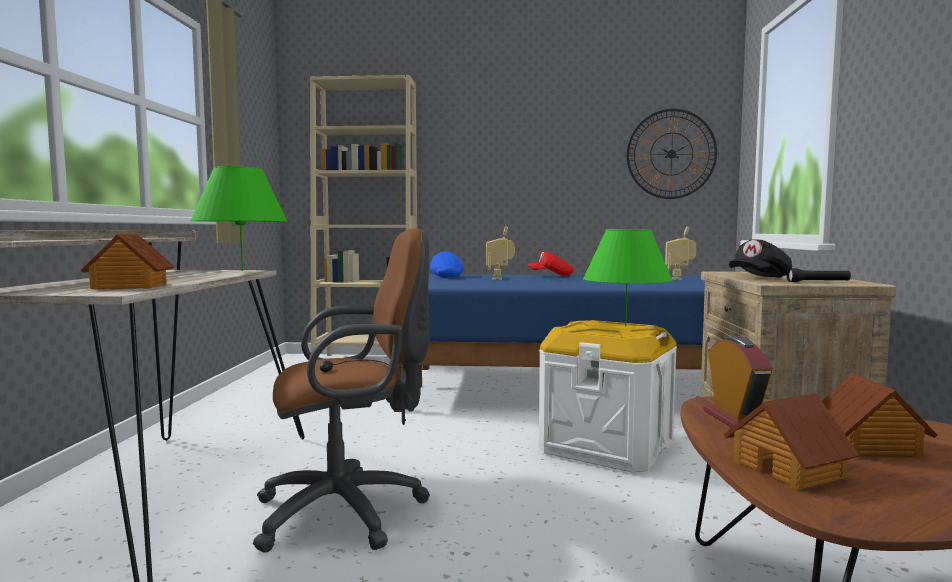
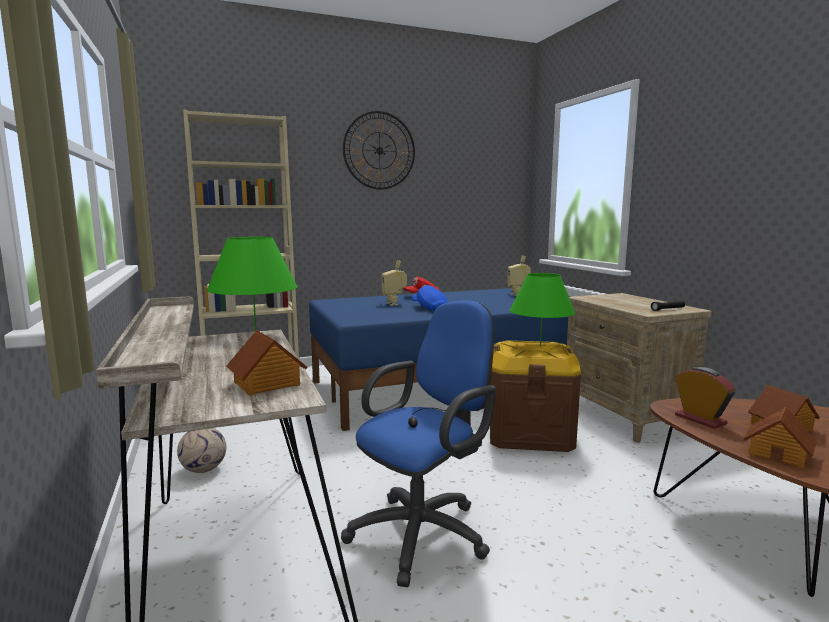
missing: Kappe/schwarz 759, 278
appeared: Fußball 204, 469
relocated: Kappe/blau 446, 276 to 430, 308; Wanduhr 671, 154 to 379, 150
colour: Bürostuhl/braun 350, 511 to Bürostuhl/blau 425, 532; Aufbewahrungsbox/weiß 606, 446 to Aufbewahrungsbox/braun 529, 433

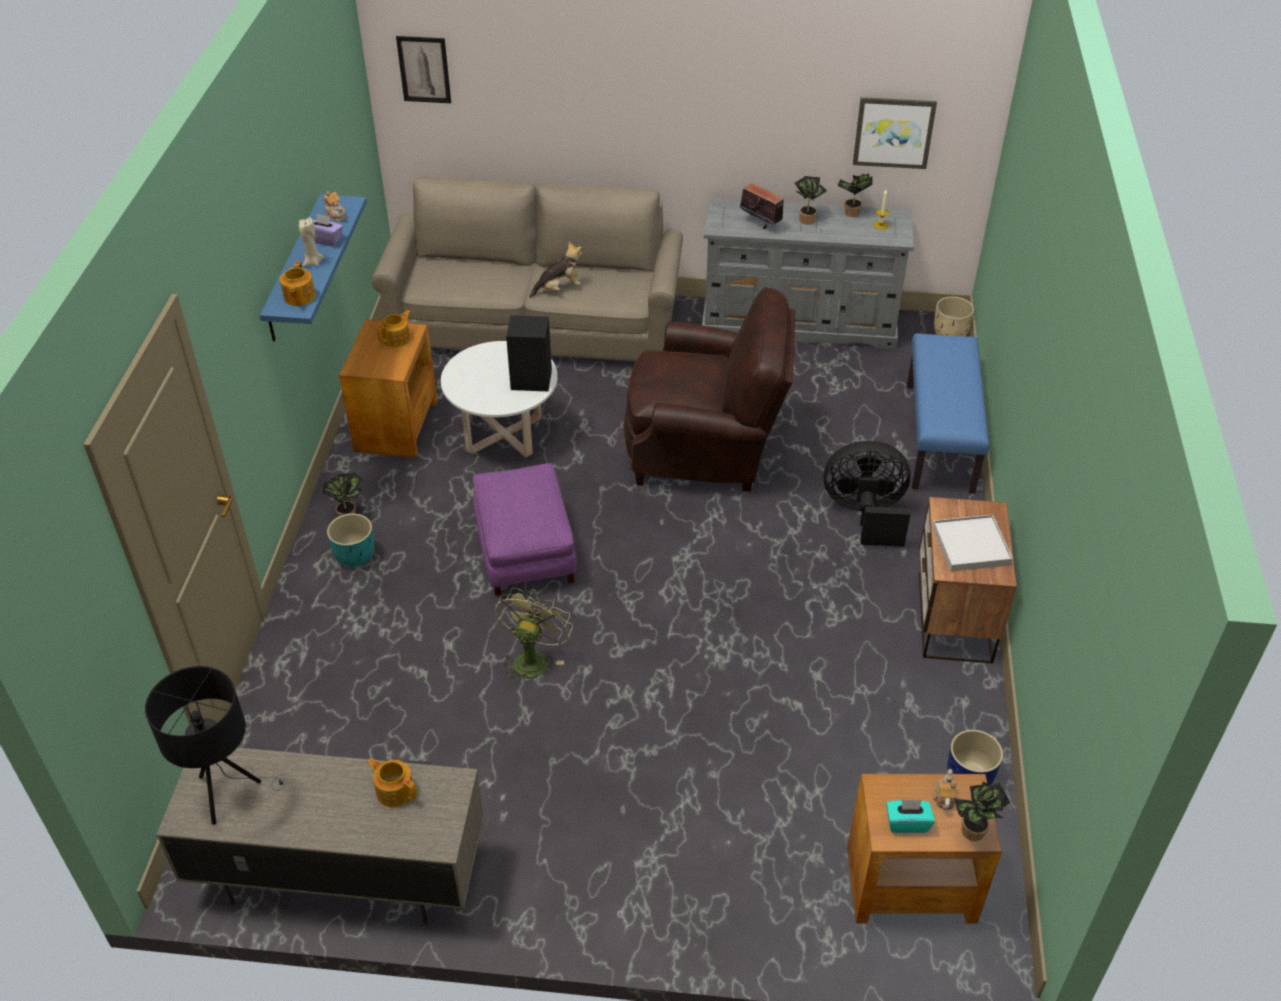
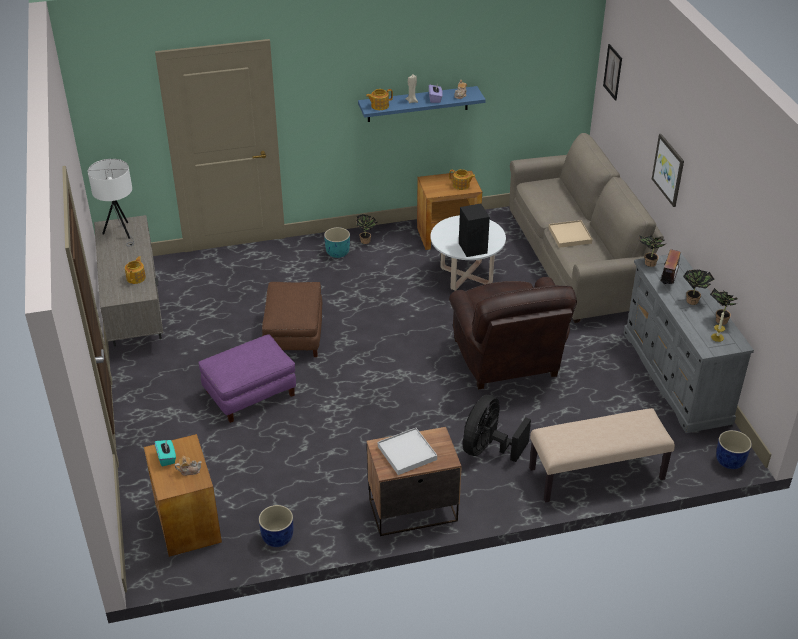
relocated: Polsterhocker/lila 524, 551 to 250, 393; Bild 893, 132 to 669, 170; Topfpflanze 972, 834 to 648, 263
exchanged: Ventilator/grün 532, 658 to Polsterhocker/braun 293, 334; Plüschtier 558, 289 to Tablett/beige 569, 235
colour: Tischlampe/schwarz 229, 794 to Tischlampe/weiß 120, 233; Bank/blau 940, 438 to Bank/beige 596, 474; Pflanzkübel/beige 950, 333 to Pflanzkübel/blau 730, 461
spun: Ventilator/schwarz 865, 515 = 488, 449 135 degrees counterclockwise

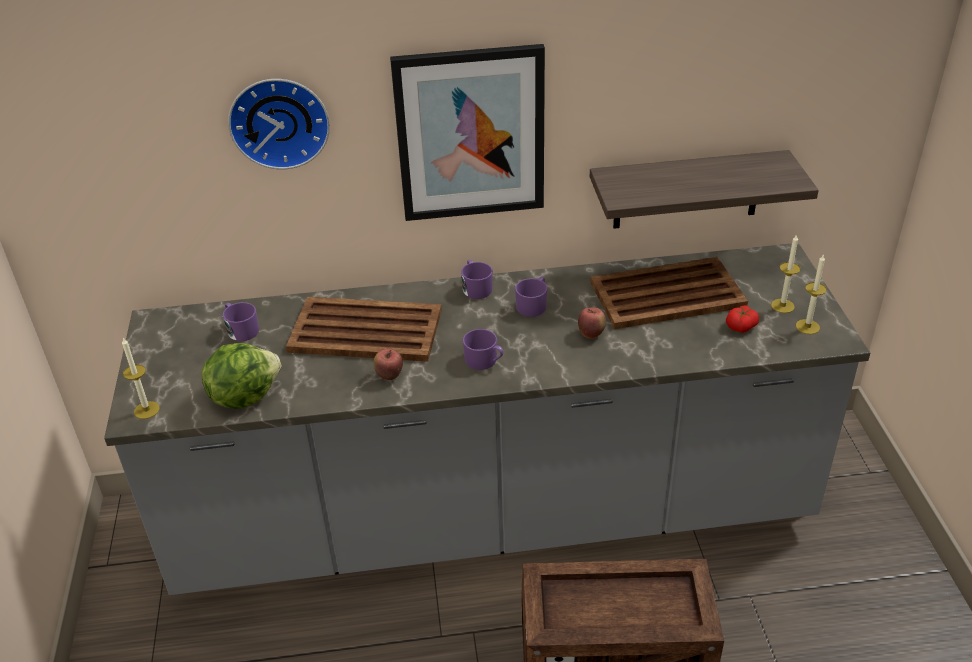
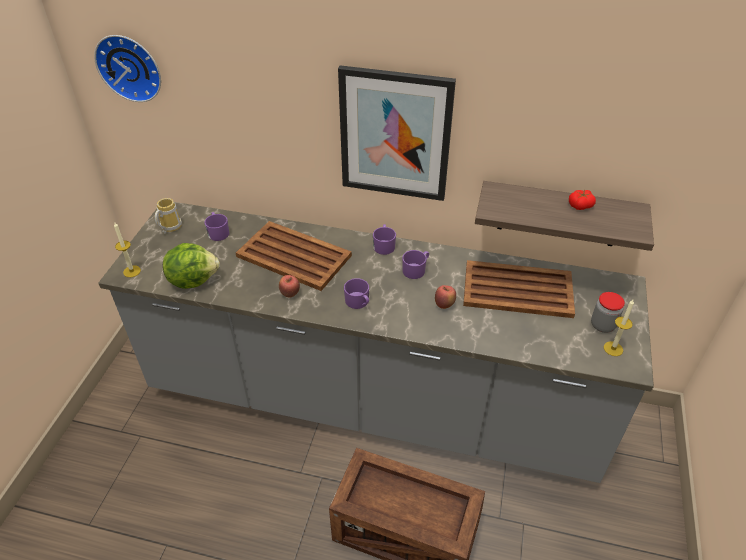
appeared: Henkelbecher 168, 227
relocated: Wanduhr 279, 121 to 130, 66; Tomate 741, 326 to 580, 205
exchanged: Kerze 782, 306 to Vorratsglas 602, 325

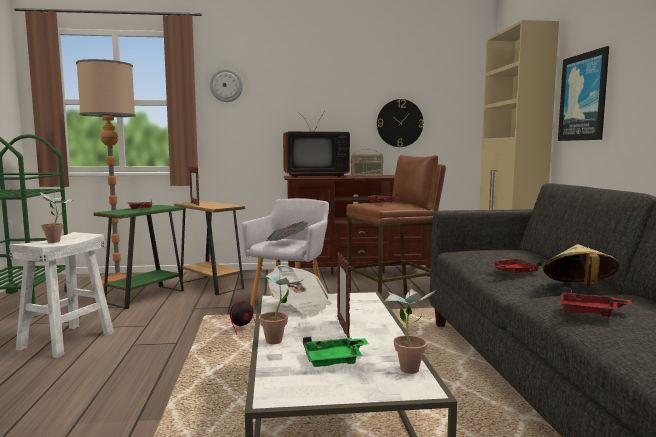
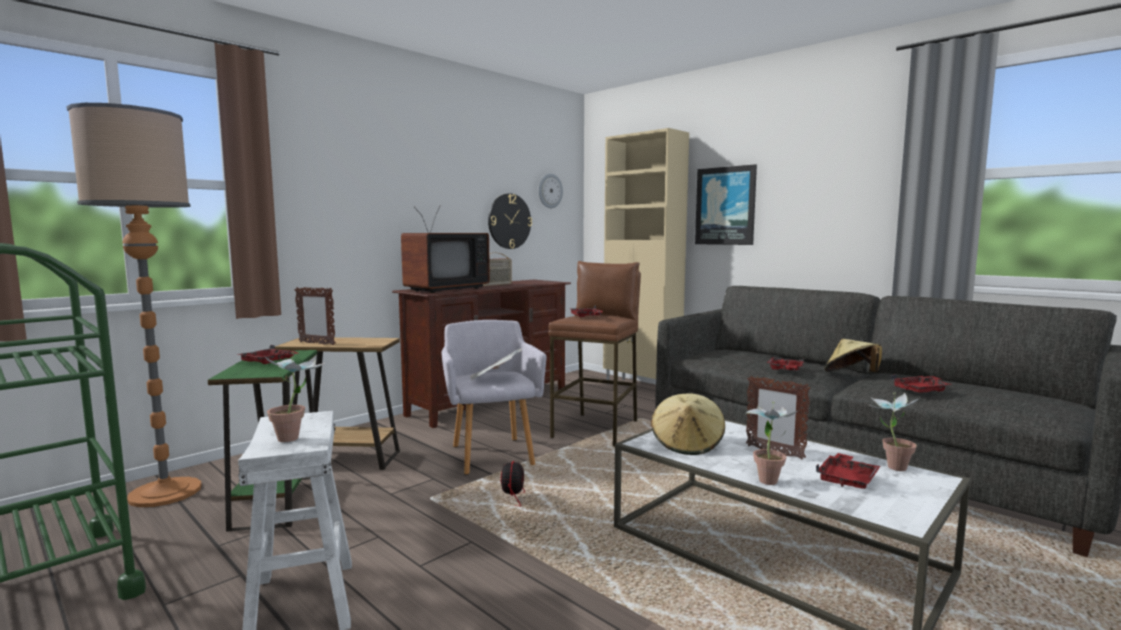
relocated: Wanduhr 226, 85 to 549, 191
exchanged: Zeitung 299, 307 to Hut/beige 687, 444
colour: Tablett/grün 334, 360 to Tablett/rot 847, 479

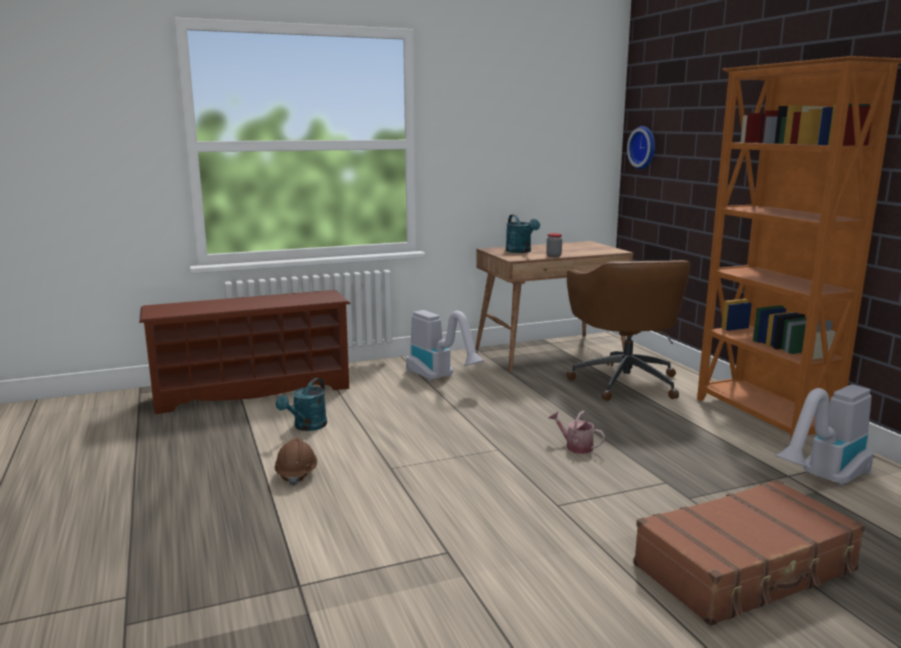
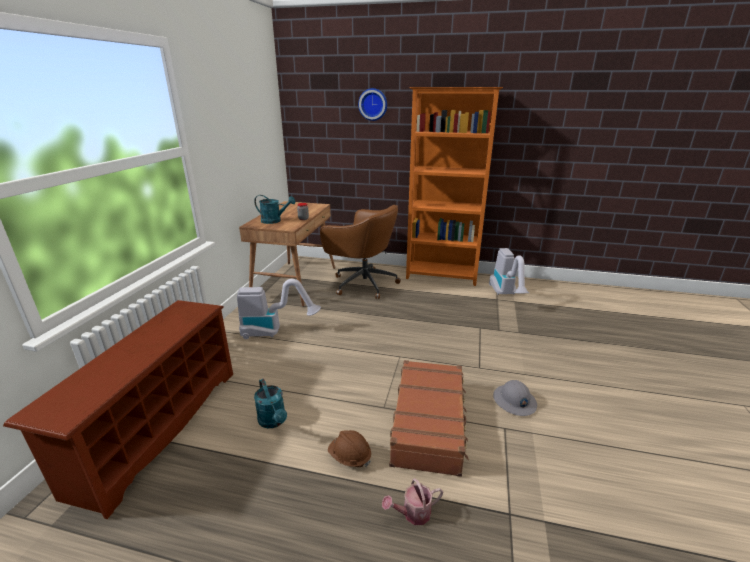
appeared: Schutzhelm/grau 514, 401
relocated: Gießkanne 575, 446 to 412, 513; Wanduhr 644, 147 to 373, 104; Koffer/braun 746, 569 to 429, 423

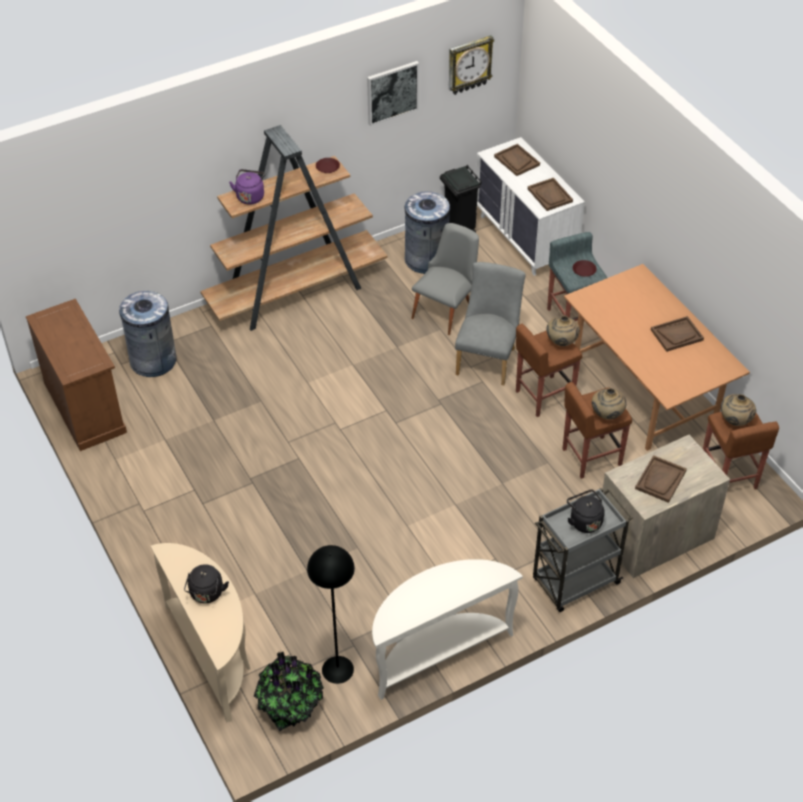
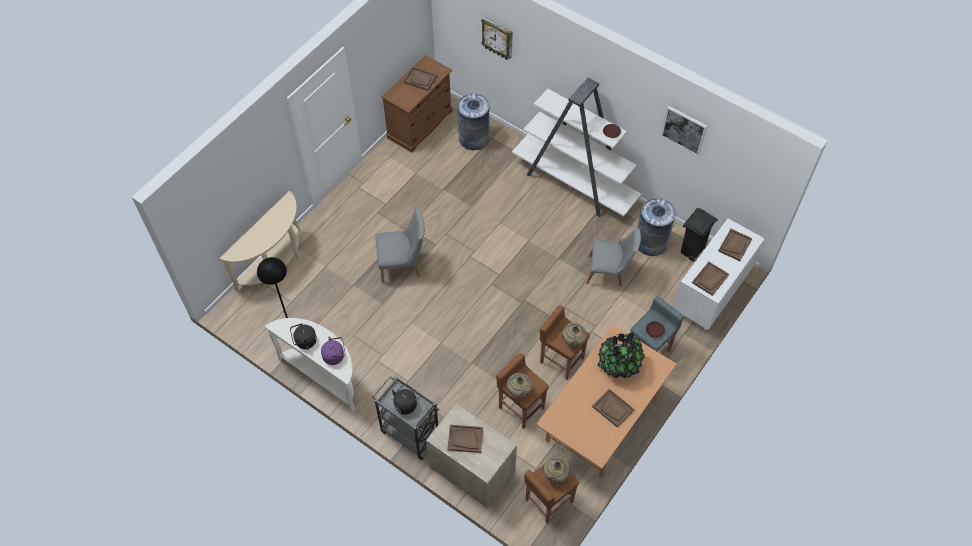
appeared: Tablett/braun 420, 79
relocated: Wasserkessel/schwarz 206, 594 to 304, 342; Wasserkessel/lila 250, 196 to 335, 356; Topfpflanze 290, 705 to 619, 364; Wanduhr 469, 64 to 498, 38; Stuhl/grau 488, 358 to 403, 265
colour: Bücherregal/braun 296, 292 to Bücherregal/weiß 574, 184

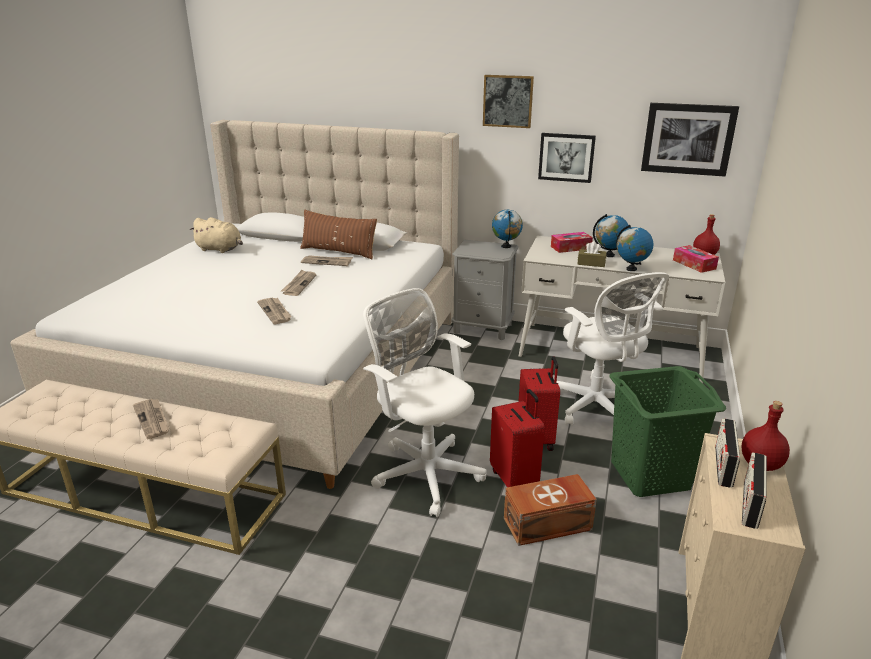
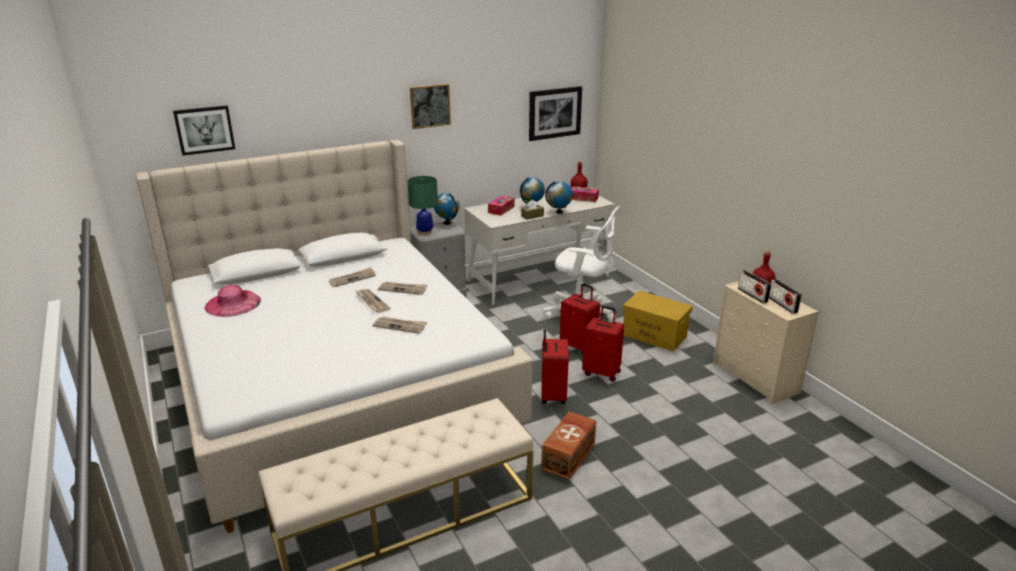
missing: Kissen/braun 338, 251
appeared: Tischlampe/grün 425, 232
relocated: Zeitung 153, 419 to 403, 289; Aufbewahrungsbox/braun 549, 524 to 569, 456; Bild 566, 157 to 204, 130
exchanged: Plüschtier/beige 220, 249 to Hut/rosa 233, 303; Bürostuhl/weiß 424, 471 to Koffer/rot 552, 396; Wäschekorb/grün 650, 475 to Aufbewahrungsbox/gelb 655, 336

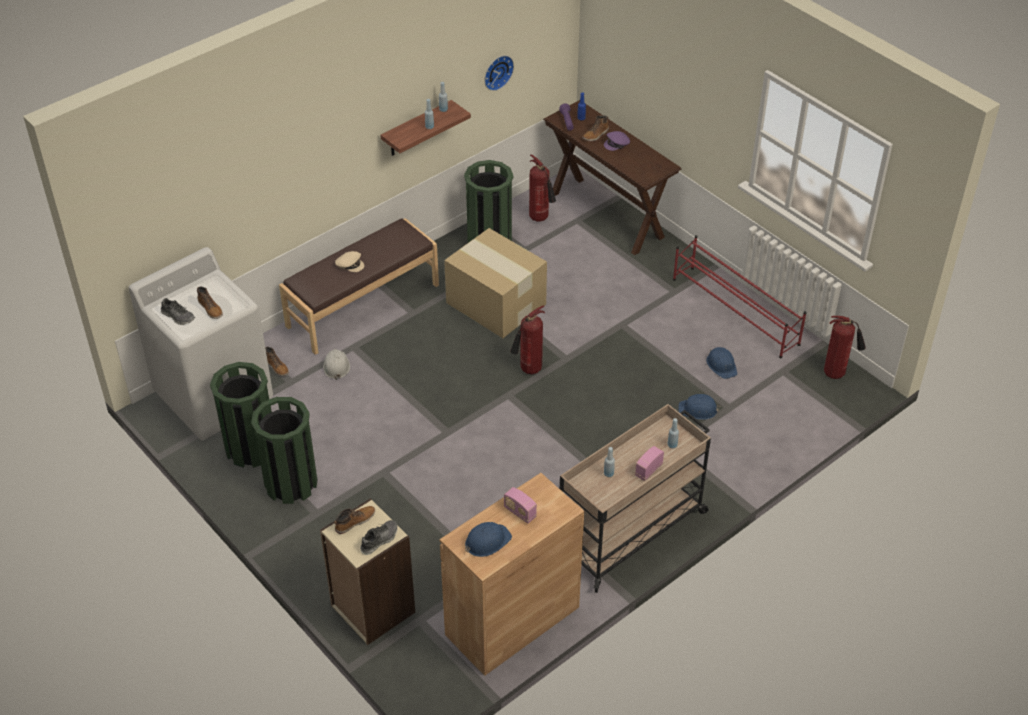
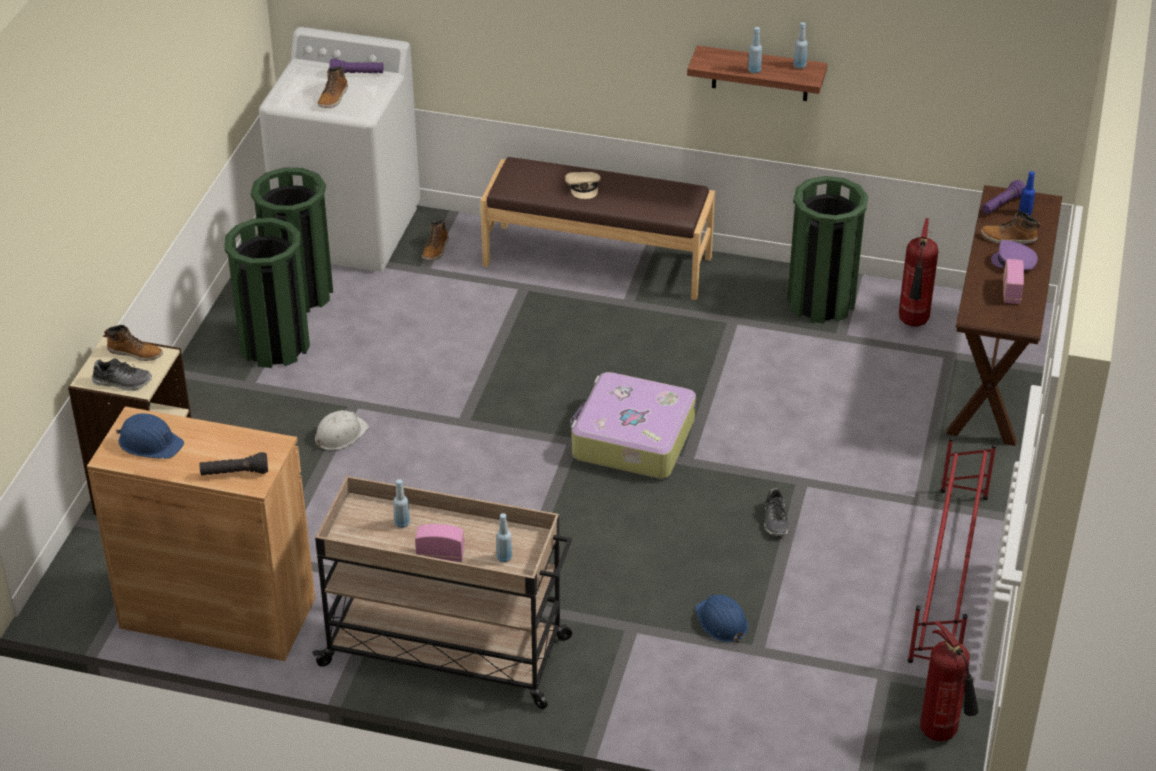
missing: Karton 495, 302; Wanduhr 497, 71; Schutzhelm/blau 721, 365
appeared: Taschenlampe/schwarz 234, 473; Taschenlampe/lila 357, 74
relocated: Schuh 178, 316 to 775, 520; Schutzhelm/weiß 336, 366 to 340, 434; Radio 520, 512 to 1011, 292
exchanged: Feuerlöscher 529, 371 to Koffer 631, 439

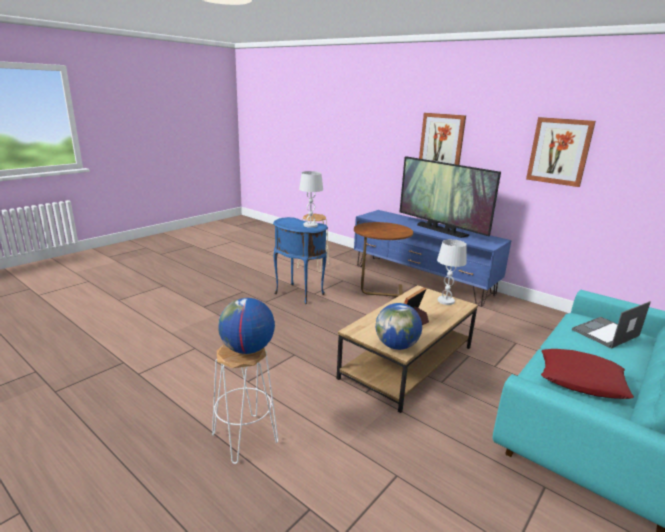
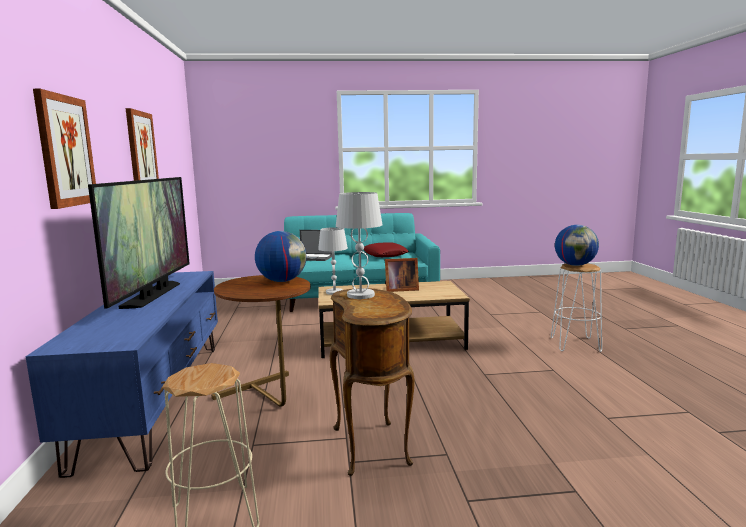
relocated: Globus 396, 346 to 282, 281
colour: Beistelltisch/blau 298, 294 to Beistelltisch/braun 374, 446

